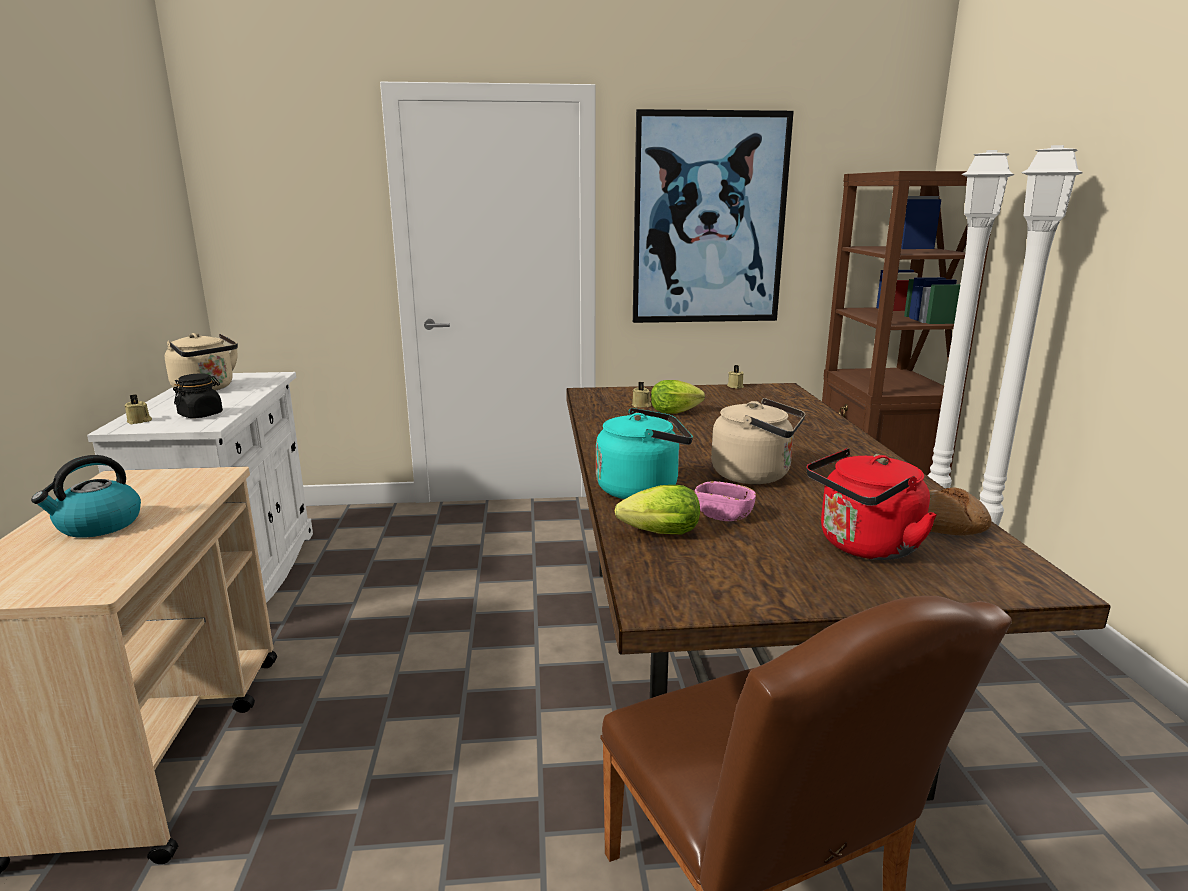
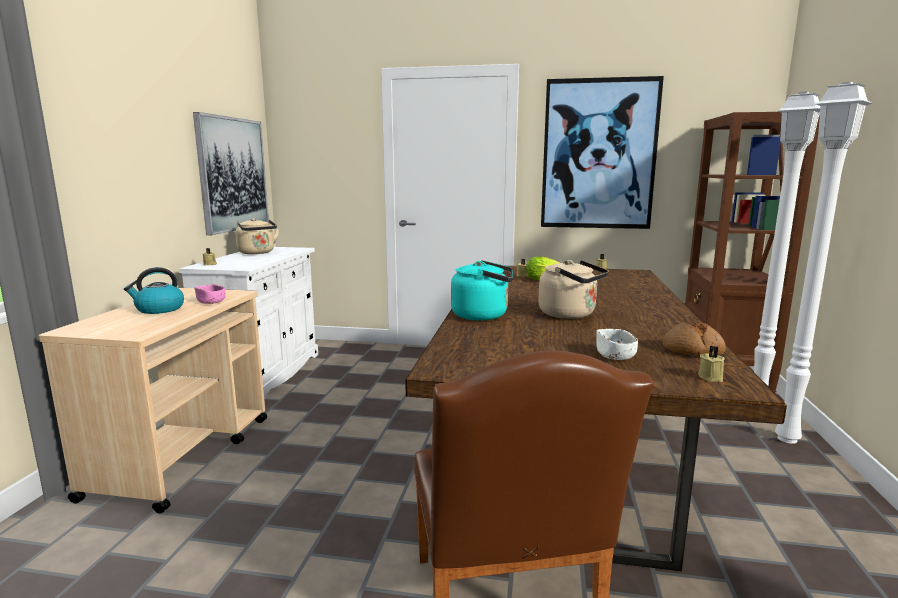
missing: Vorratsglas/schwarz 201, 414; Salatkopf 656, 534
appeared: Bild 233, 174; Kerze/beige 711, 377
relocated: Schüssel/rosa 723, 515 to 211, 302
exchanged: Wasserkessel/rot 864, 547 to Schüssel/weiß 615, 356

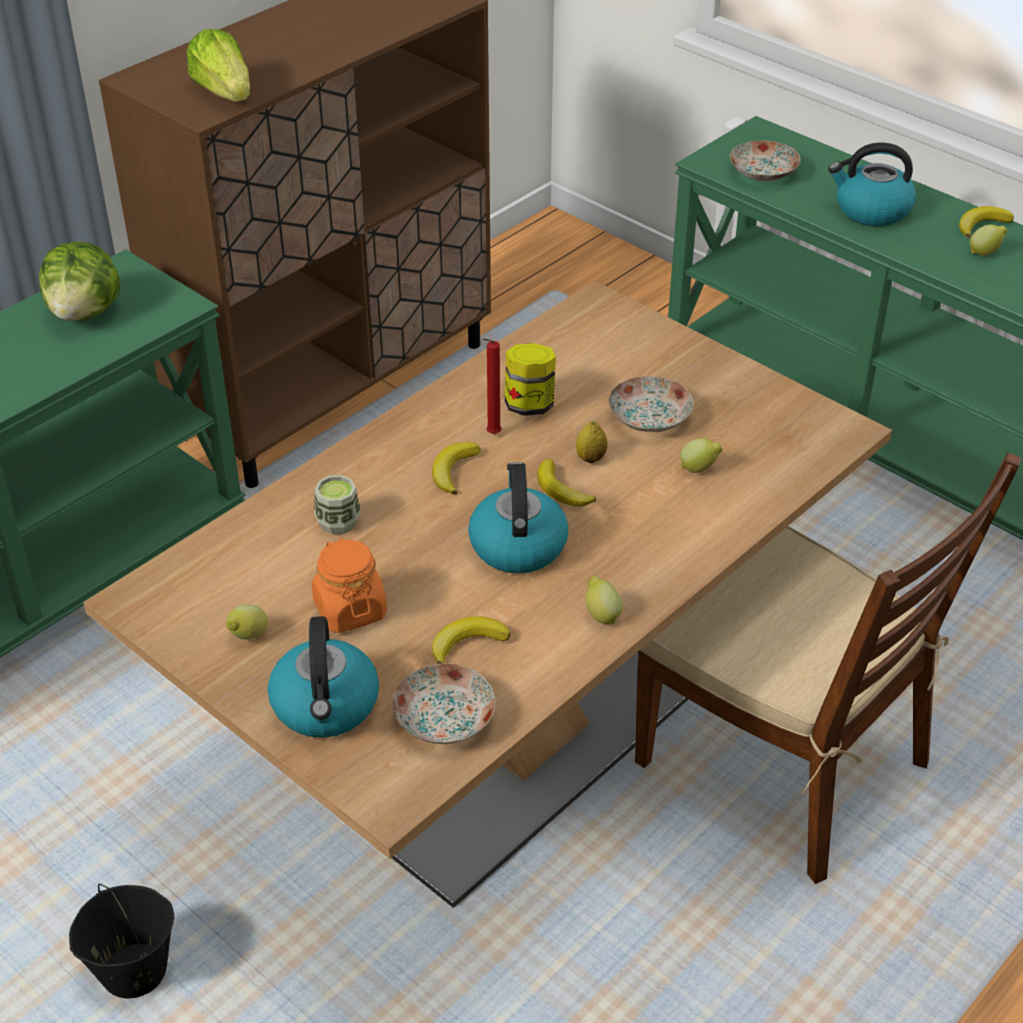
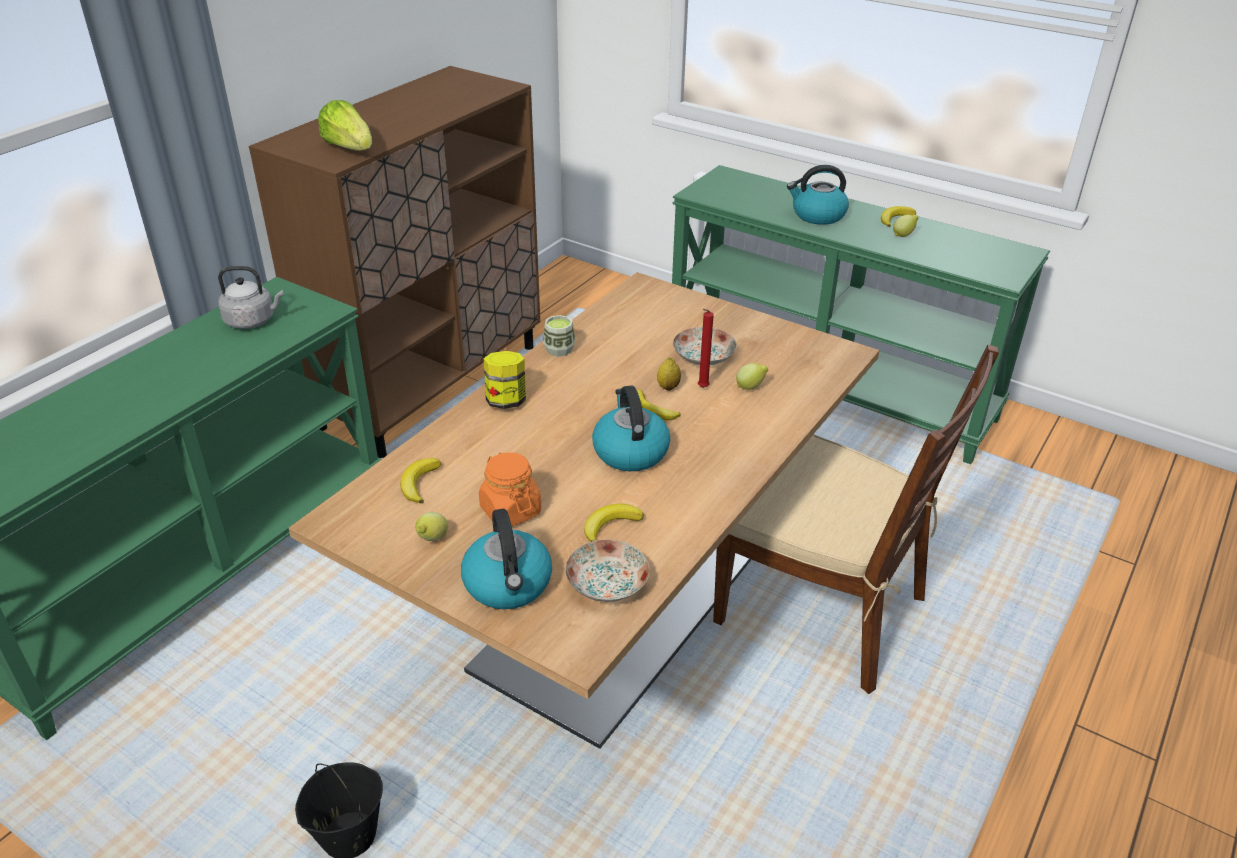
missing: Zitrone 601, 614; Teller 763, 173
relocated: Tasse 338, 522 to 559, 350; Banane 453, 470 to 419, 483; Kerze/rot 491, 435 to 701, 388; Vorratsglas 529, 405 to 506, 401
exchanged: Salatkopf 85, 313 to Wasserkessel/grau 252, 321

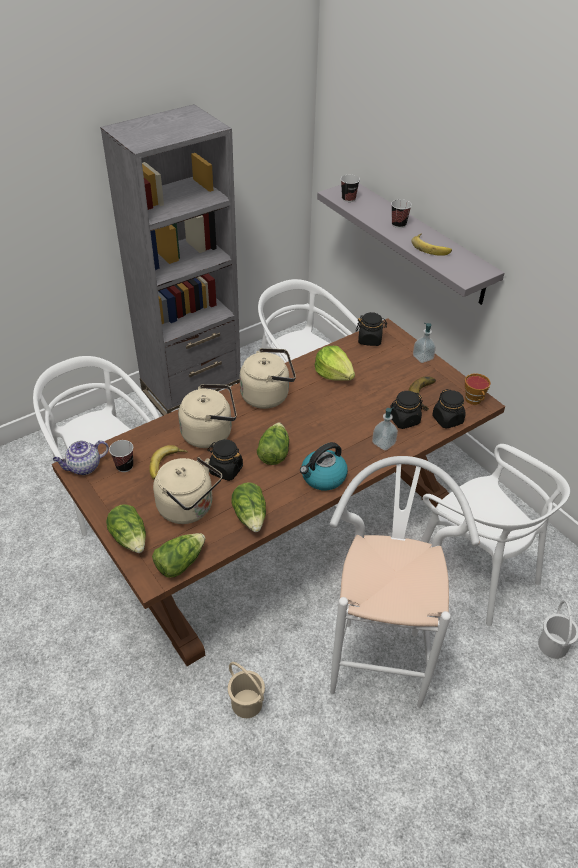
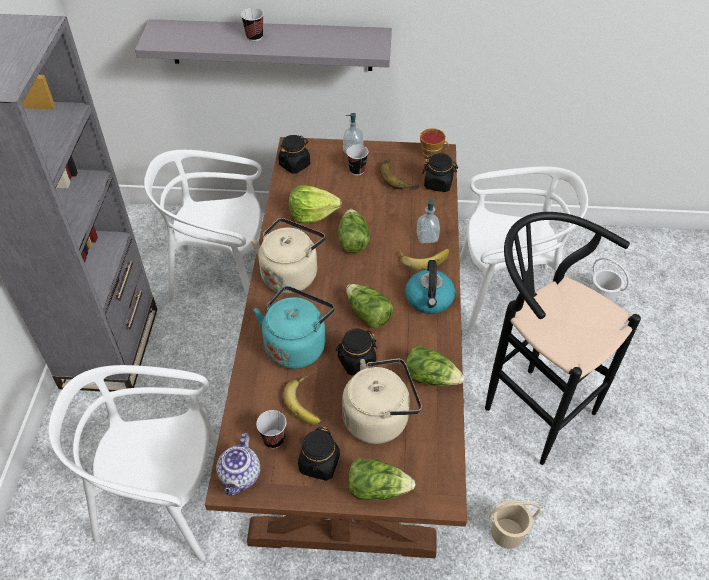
relocated: Salatkopf 179, 562 to 352, 240; Tasse 348, 199 to 357, 170; Vorratsglas/schwarz 404, 420 to 319, 464; Banane 431, 247 to 423, 257
colour: Wasserkessel/beige 210, 433 to Wasserkessel/türkis 297, 345; Hocker/weiß 379, 653 to Hocker/schwarz 529, 406

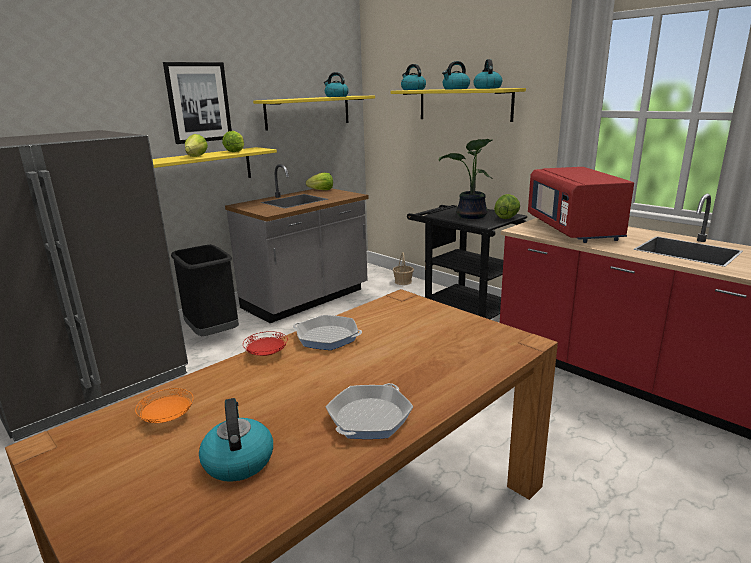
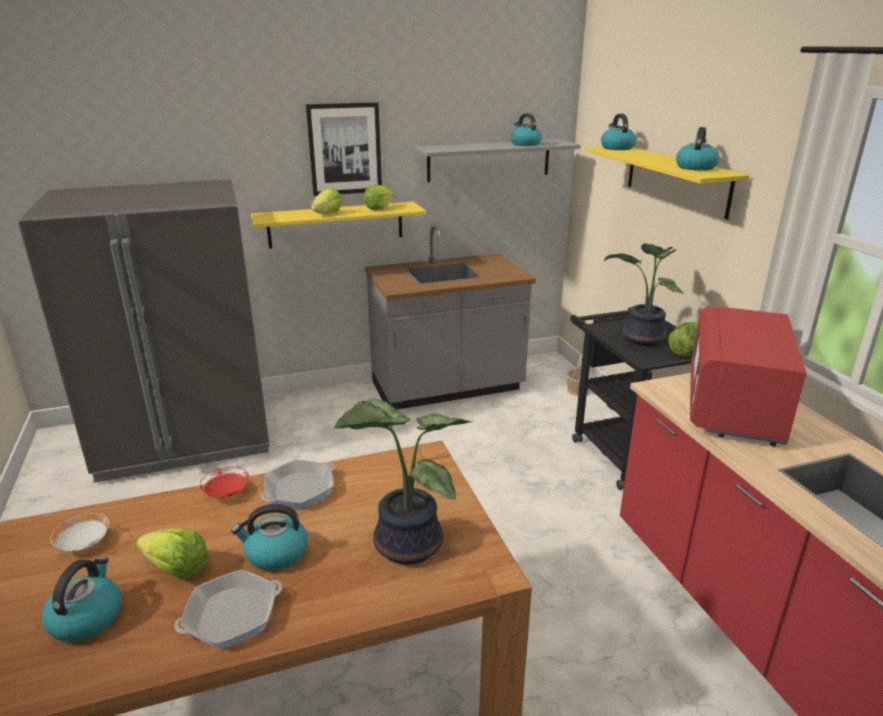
missing: Mülleimer/schwarz 212, 333
appeared: Topfpflanze 403, 544
relocated: Salatkopf 321, 190 to 176, 569; Wasserkessel 455, 89 to 275, 554
colour: Teller/orange 167, 418 to Teller/weiß 84, 544; Wandregal/gelb 308, 112 to Wandregal/grau 489, 160
spun: Pfanne 327, 337 = 299, 489 90 degrees clockwise

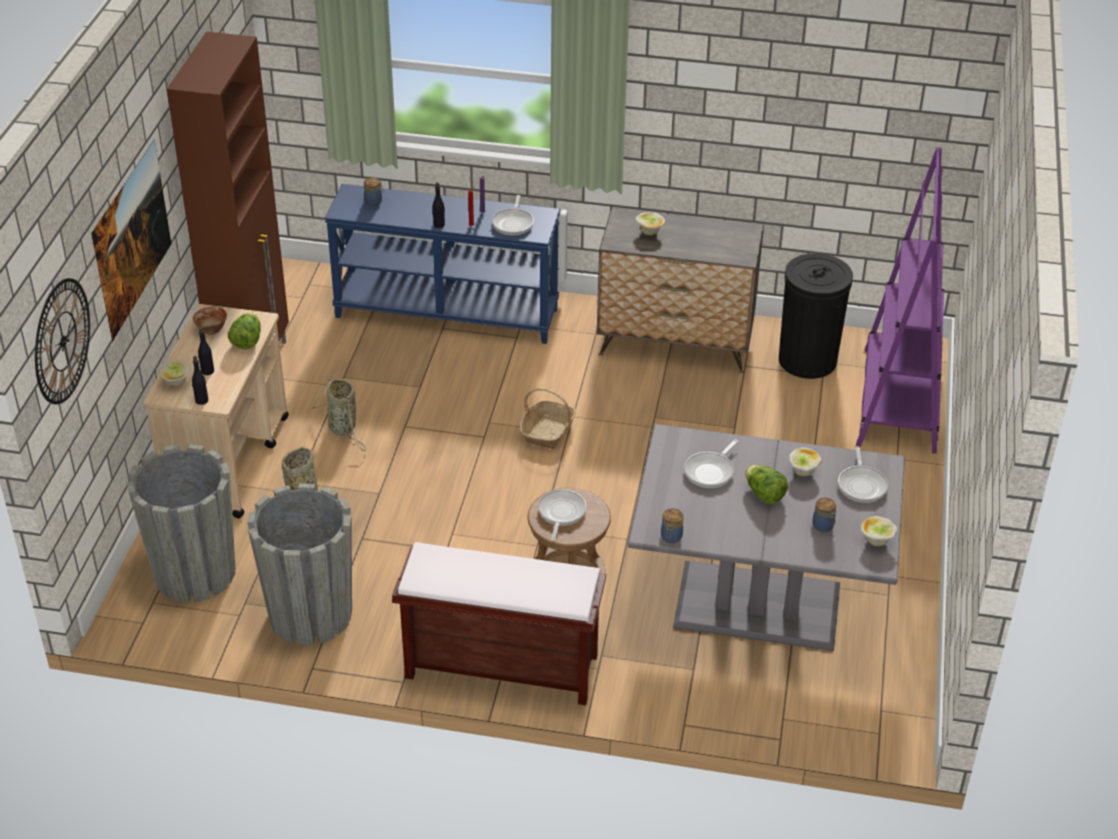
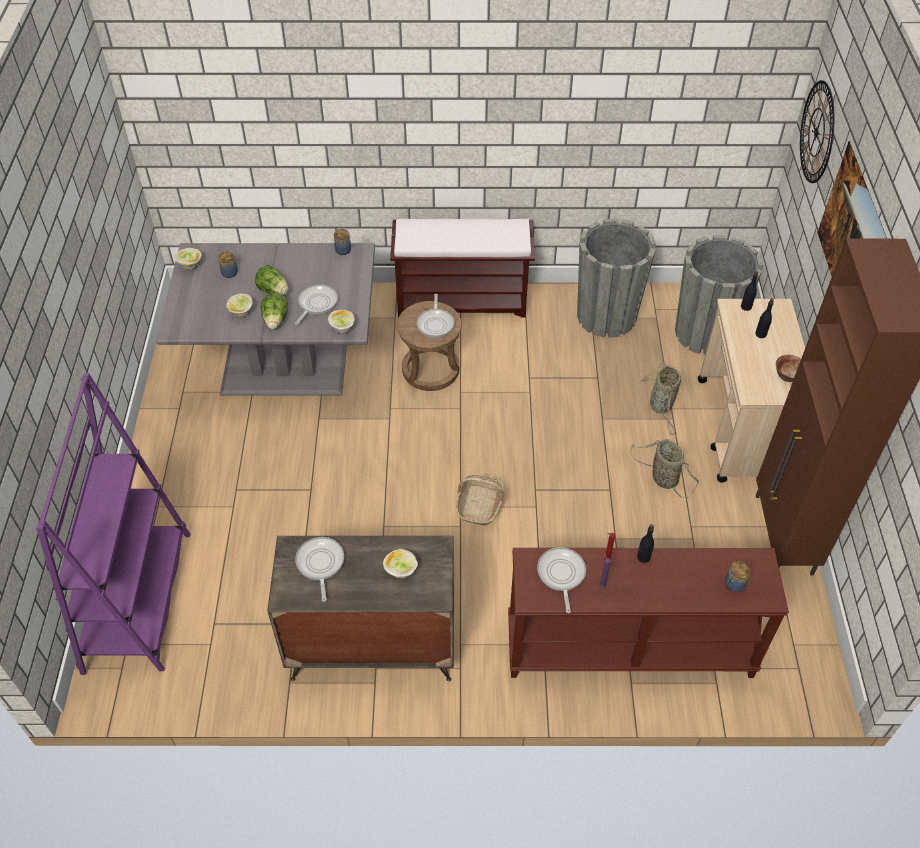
missing: Mülleimer/schwarz 807, 360
relocated: Schüssel 176, 383 to 342, 329; Salatkopf 247, 341 to 276, 320; Pfanne 862, 485 to 320, 564
colour: Konsolentisch/blau 447, 312 to Konsolentisch/braun 628, 649

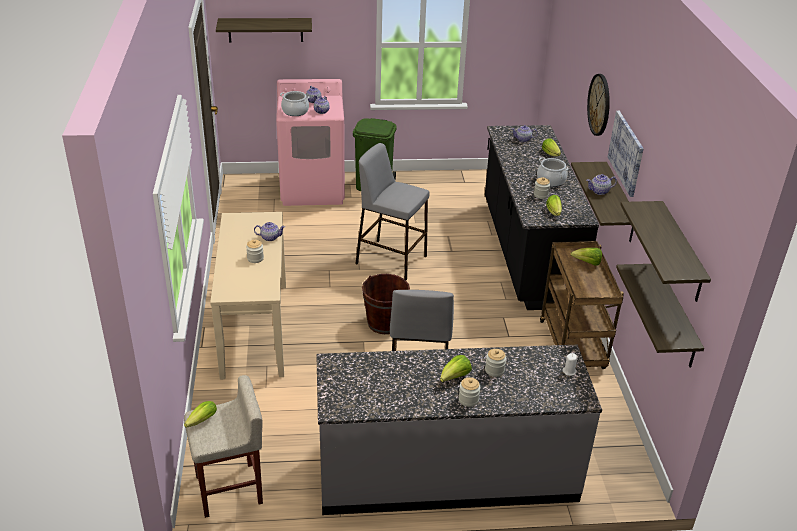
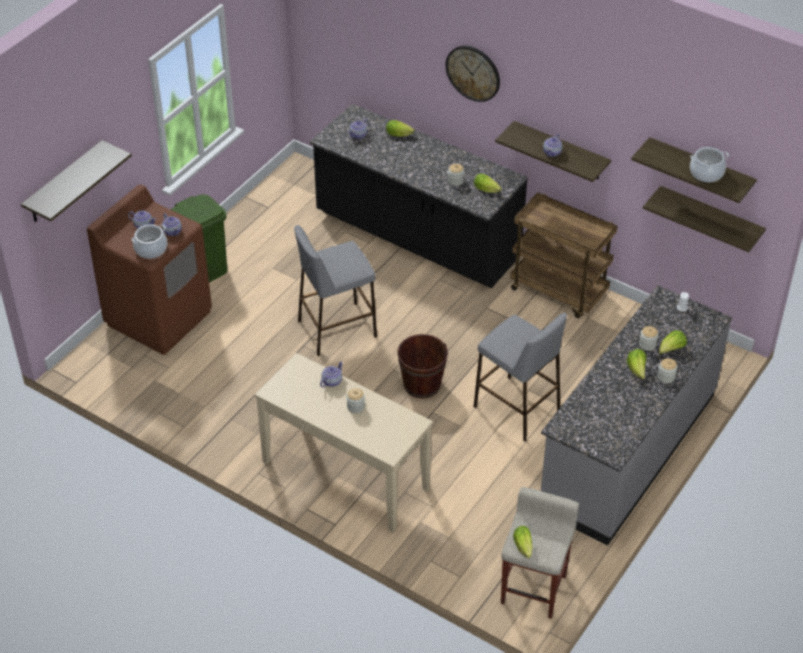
missing: Bild 626, 152
relocated: Kochtopf 551, 180 to 706, 173; Salatkopf 587, 263 to 671, 349
colour: Waschmaschine/rosa 313, 189 to Waschmaschine/braun 159, 317

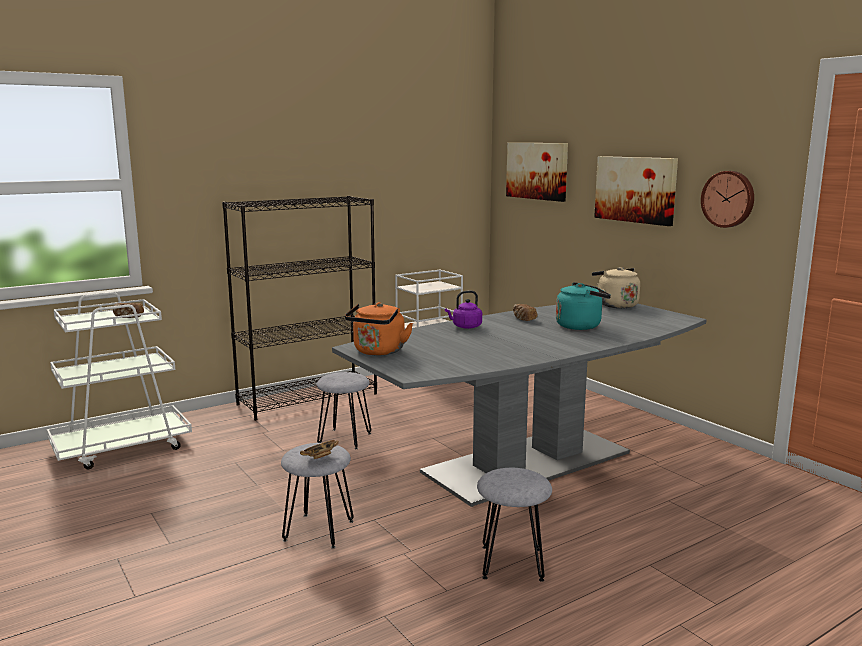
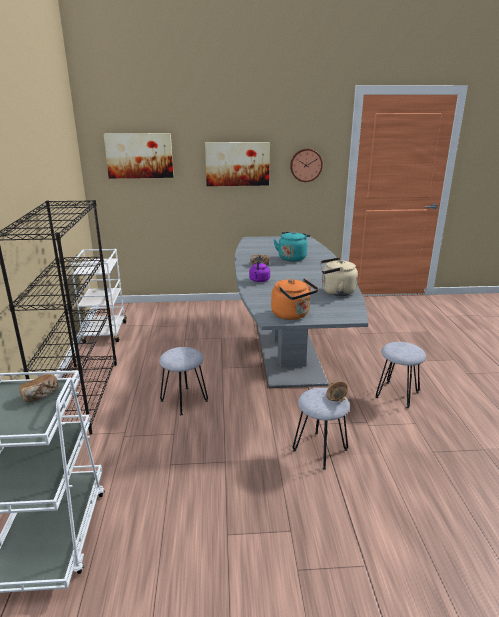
relocated: Wasserkessel/beige 615, 305 to 336, 292

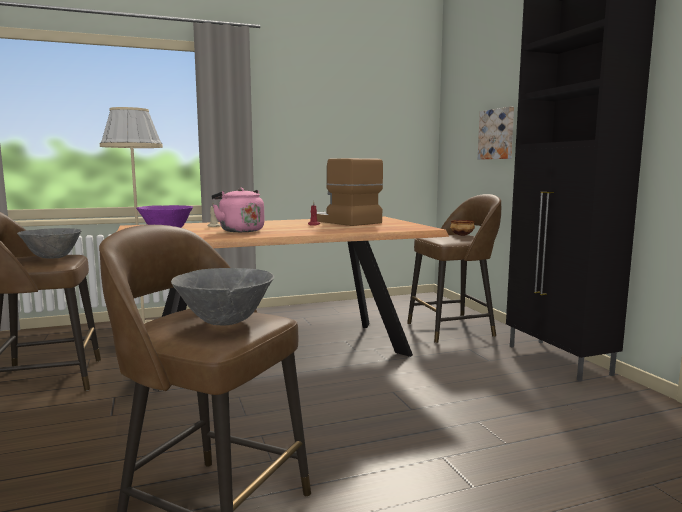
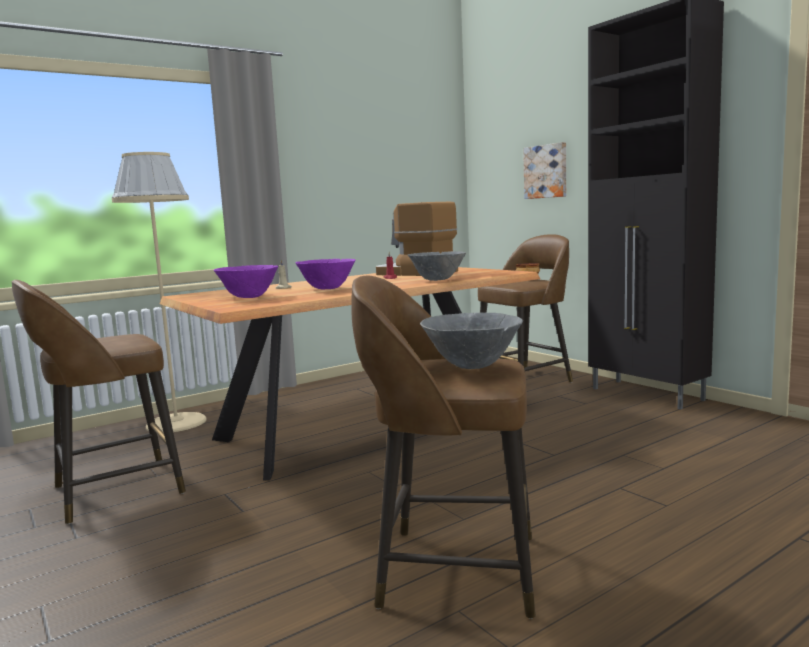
relocated: Schüssel/grau 52, 258 to 437, 280
exchanged: Wasserkessel/rosa 240, 230 to Schüssel/lila 327, 289

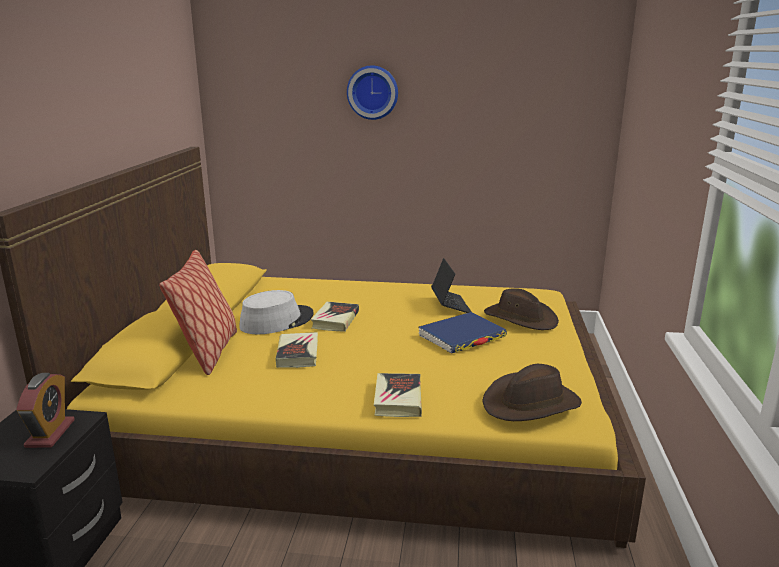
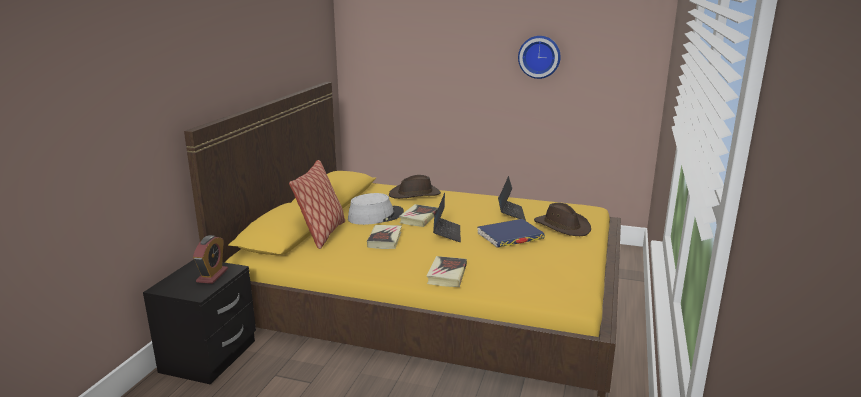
appeared: Laptop 446, 233
relocated: Wanduhr 373, 92 to 539, 56; Hut/braun 531, 403 to 415, 194

